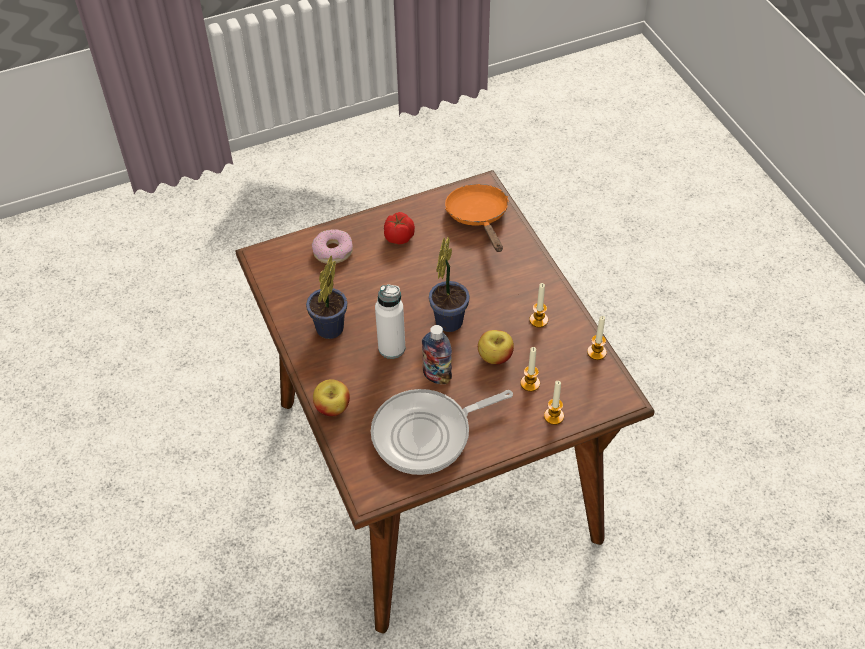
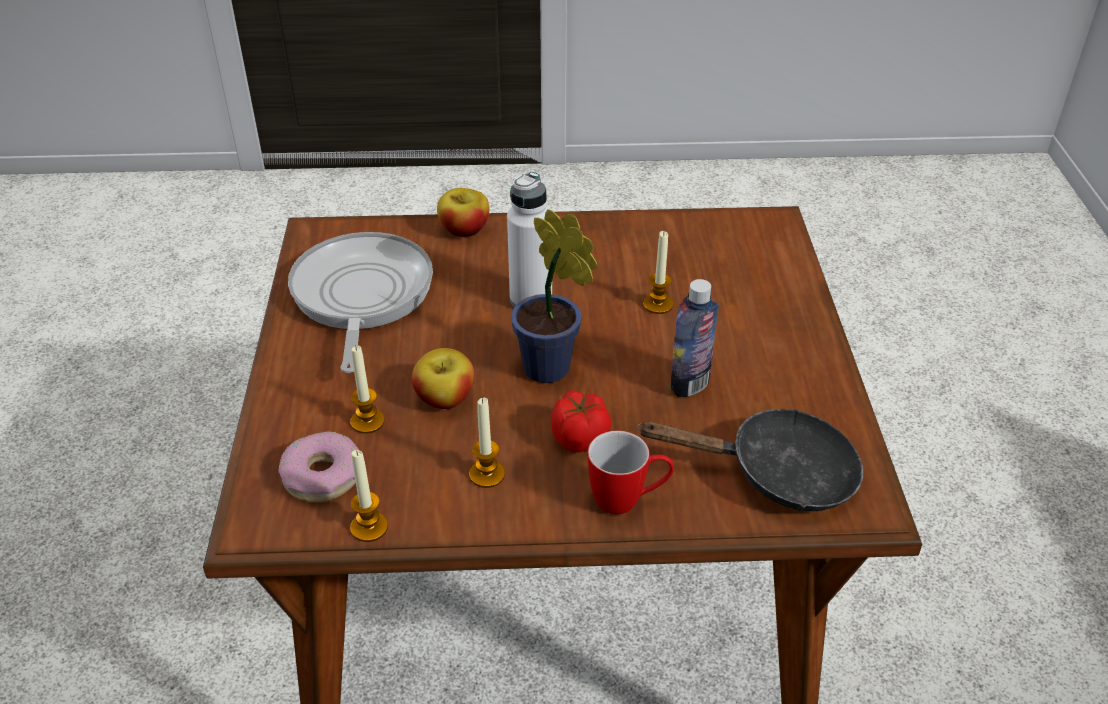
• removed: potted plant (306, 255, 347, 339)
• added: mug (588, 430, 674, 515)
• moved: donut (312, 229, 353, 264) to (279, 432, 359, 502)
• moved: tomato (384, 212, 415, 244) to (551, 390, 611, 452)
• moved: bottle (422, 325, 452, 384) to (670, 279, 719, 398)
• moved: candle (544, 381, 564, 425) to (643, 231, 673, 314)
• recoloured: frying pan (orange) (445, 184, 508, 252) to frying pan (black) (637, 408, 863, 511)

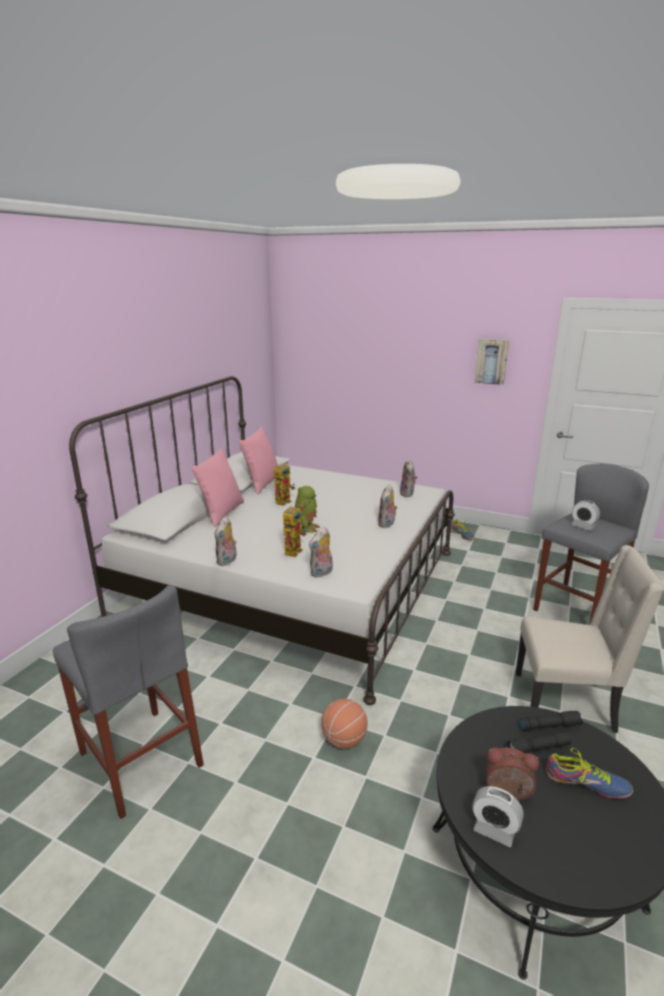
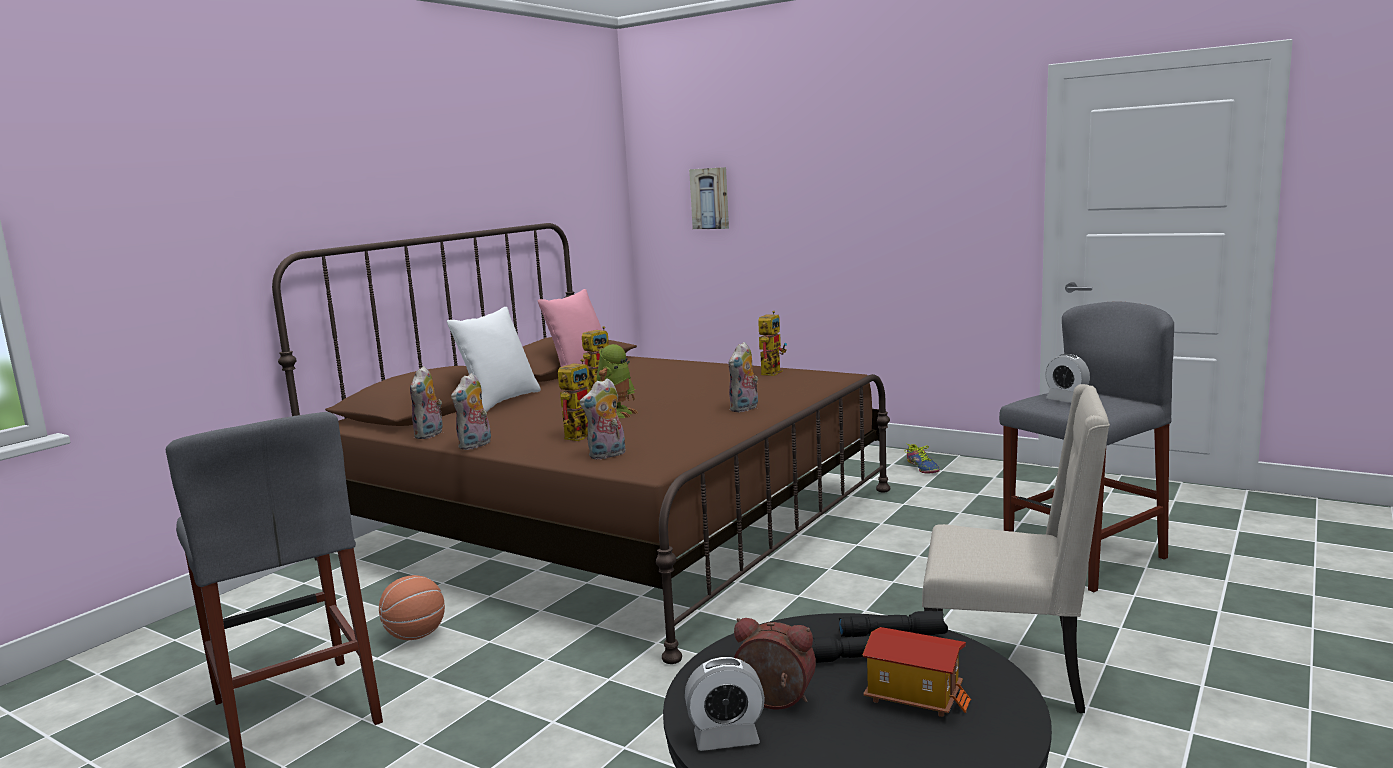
• added: toy robot (758, 311, 787, 376)
• moved: basketball (321, 699, 368, 749) to (379, 575, 445, 640)
• moved: plush toy (400, 458, 417, 497) to (410, 366, 443, 439)
• moved: picture (474, 339, 509, 385) to (689, 167, 729, 229)
• replaced: shoe (546, 748, 633, 799) to toy house (862, 627, 971, 717)
• recoloured: bed (white) (69, 376, 455, 705) to bed (brown) (272, 223, 890, 664)
• recoloured: pillow (pink) (191, 448, 244, 527) to pillow (white) (447, 307, 541, 412)
• turned: alarm clock (472, 786, 524, 847) = (685, 657, 765, 751) 45 degrees counterclockwise

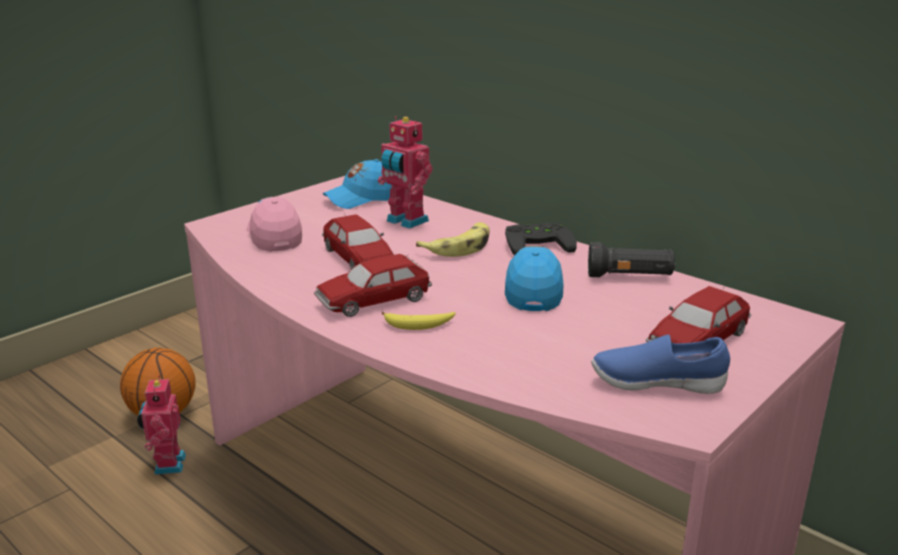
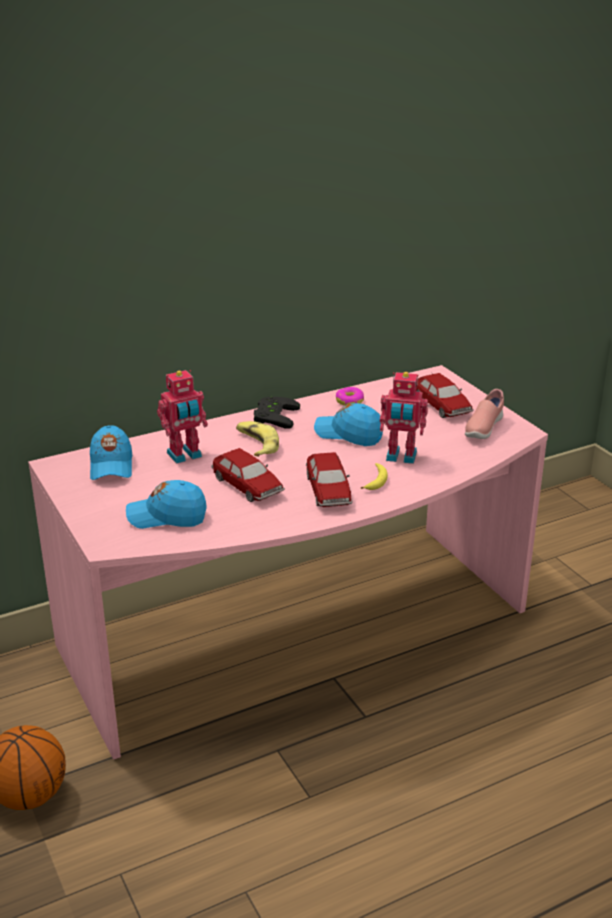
• moved: toy robot (137, 376, 186, 475) to (380, 372, 428, 464)
• replaced: flashlight (black) (588, 242, 675, 277) to donut (336, 387, 364, 406)
• recoloured: cap (pink) (247, 197, 302, 252) to cap (blue) (126, 480, 207, 529)
• recoloured: shoe (blue) (591, 334, 730, 394) to shoe (pink) (465, 389, 504, 439)
• turned: toy car (322, 213, 394, 270) = (211, 448, 285, 502) 60 degrees clockwise

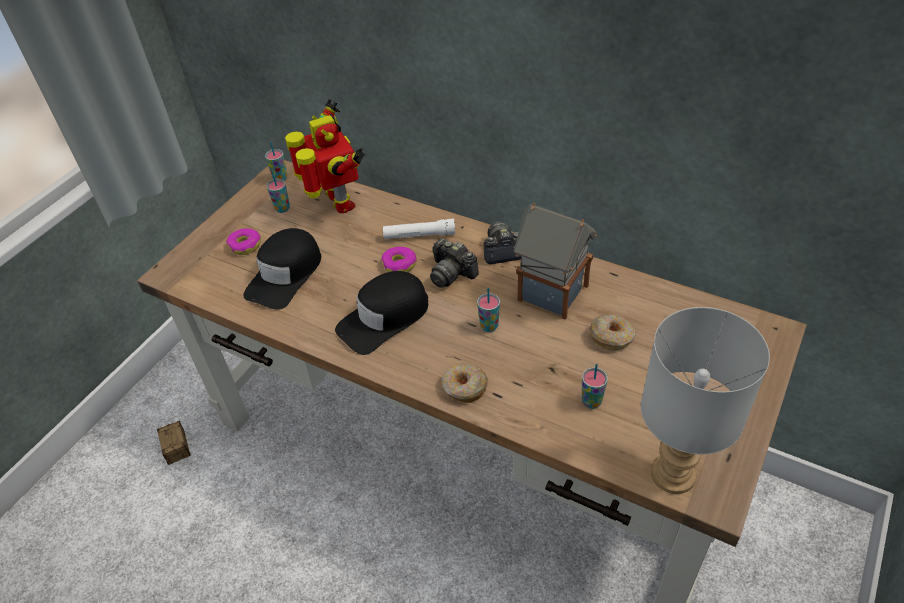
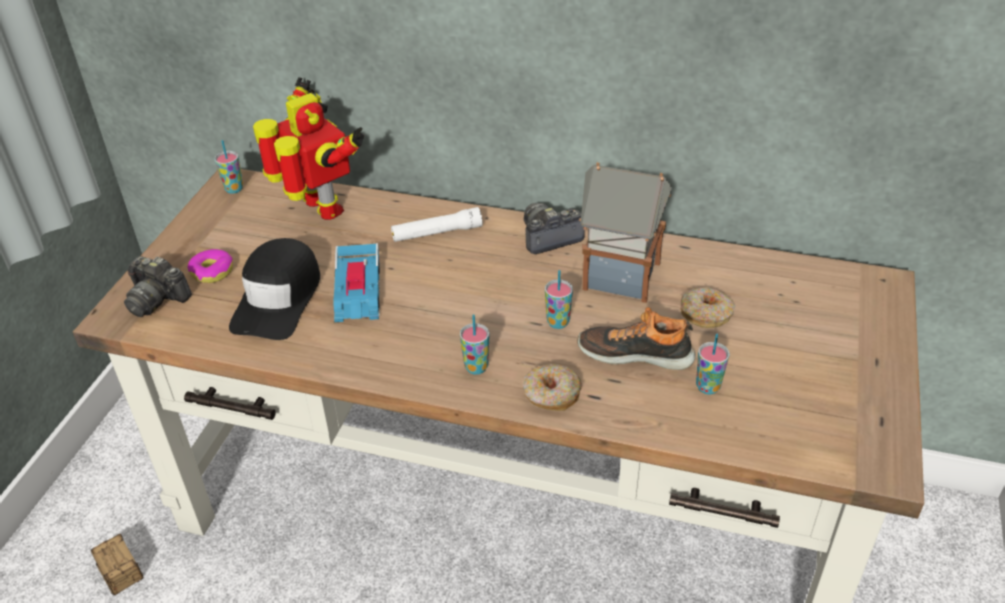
• removed: cap (black) (335, 271, 428, 355)
• removed: donut (381, 247, 417, 272)
• removed: table lamp (grey) (641, 307, 770, 494)
• added: toy car (333, 243, 380, 322)
• added: shoe (577, 307, 696, 370)
• moved: cup (267, 172, 290, 213) to (460, 315, 490, 375)
• moved: photo camera (430, 238, 479, 288) to (124, 256, 192, 317)

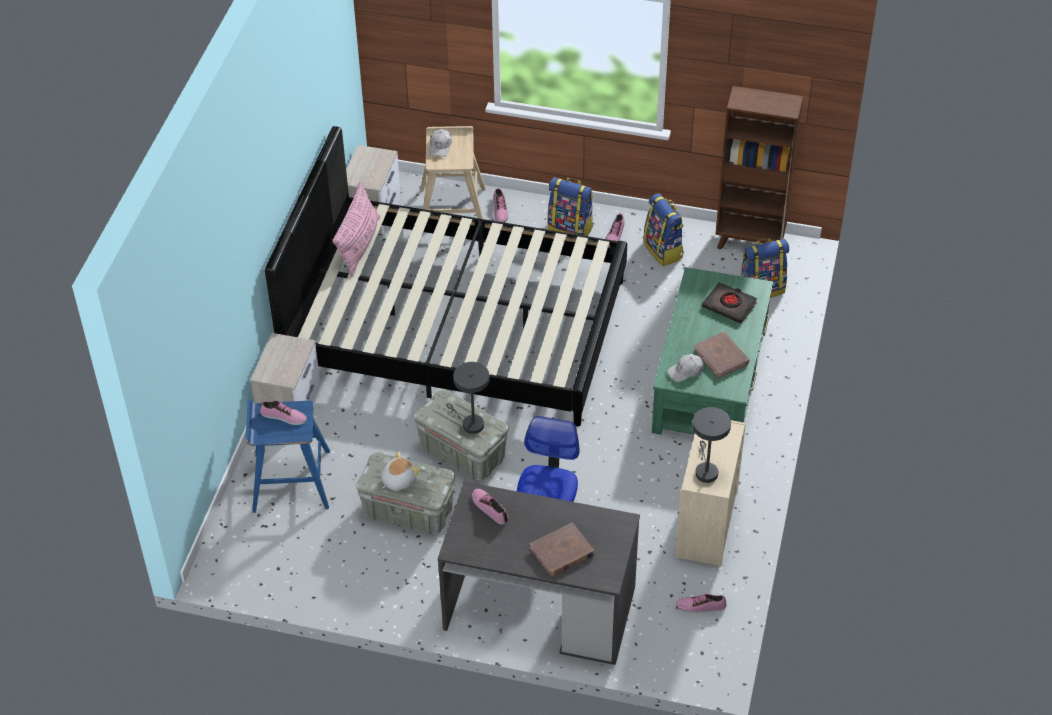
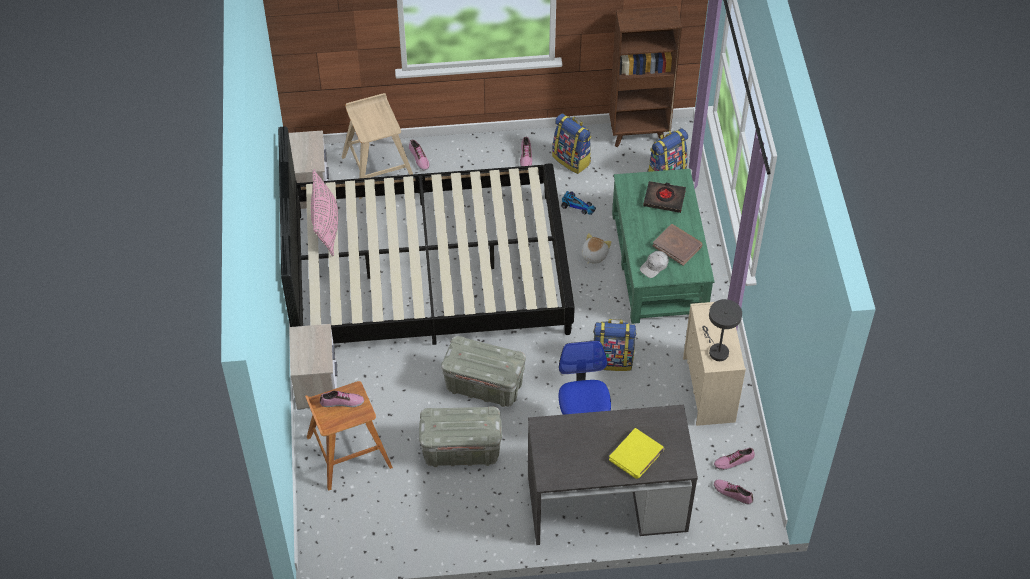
• removed: cap (white) (429, 129, 452, 157)
• removed: table lamp (grey) (446, 362, 489, 434)
• added: toy car (561, 191, 596, 215)
• moved: plush toy (381, 452, 420, 491) to (582, 233, 611, 264)
• moved: shoe (472, 489, 509, 525) to (714, 480, 753, 505)
• moved: backpack (548, 177, 593, 236) to (593, 319, 636, 371)
• recoloured: stool (blue) (245, 400, 330, 513) to stool (brown) (305, 381, 393, 491)
• recoloured: book (brown) (530, 522, 595, 576) to book (yellow) (609, 428, 664, 479)

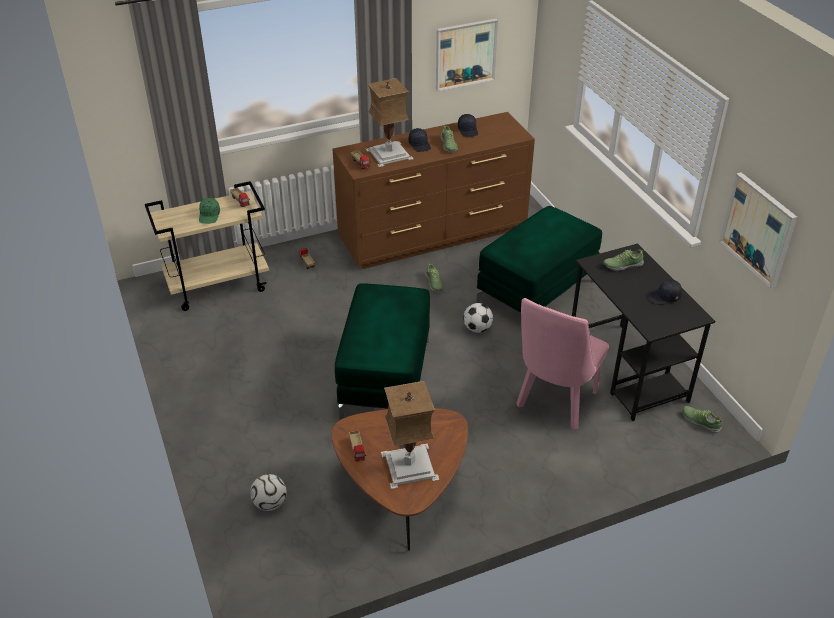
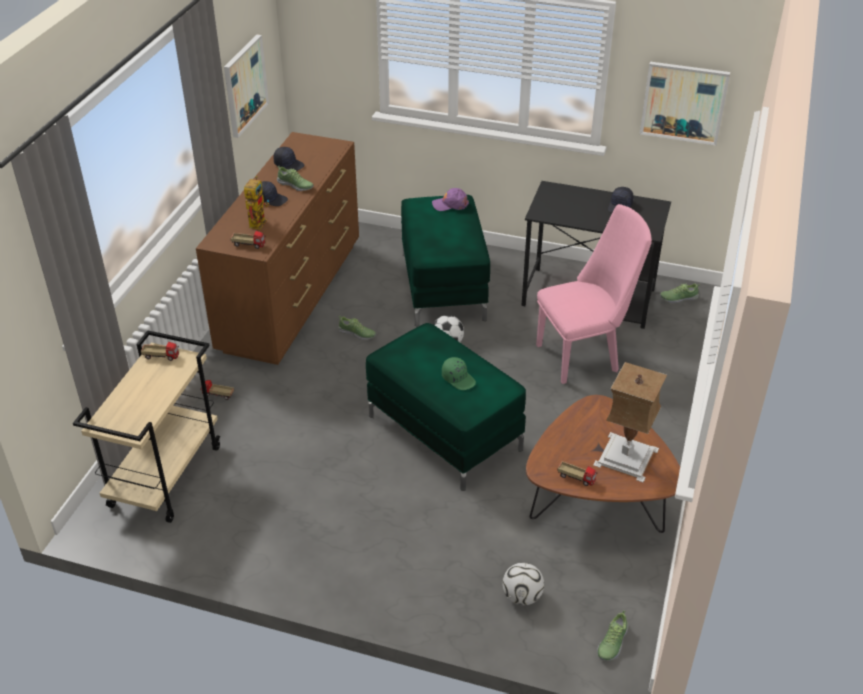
• added: cap (purple) (432, 188, 469, 211)
• moved: cap (green) (199, 198, 220, 224) to (442, 357, 476, 390)
• moved: shoe (603, 249, 644, 271) to (597, 610, 629, 661)
• replaced: table lamp (366, 78, 414, 167) to toy robot (244, 176, 269, 230)
• turned: chair (pink) (516, 298, 609, 429) = (536, 204, 652, 384) 90 degrees counterclockwise

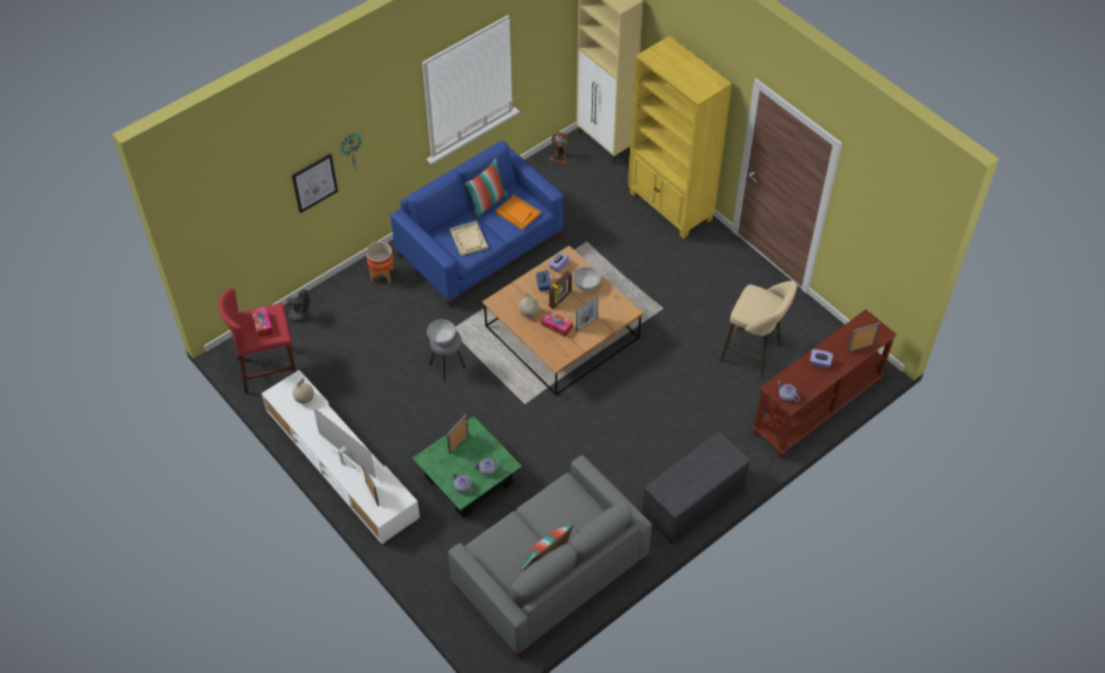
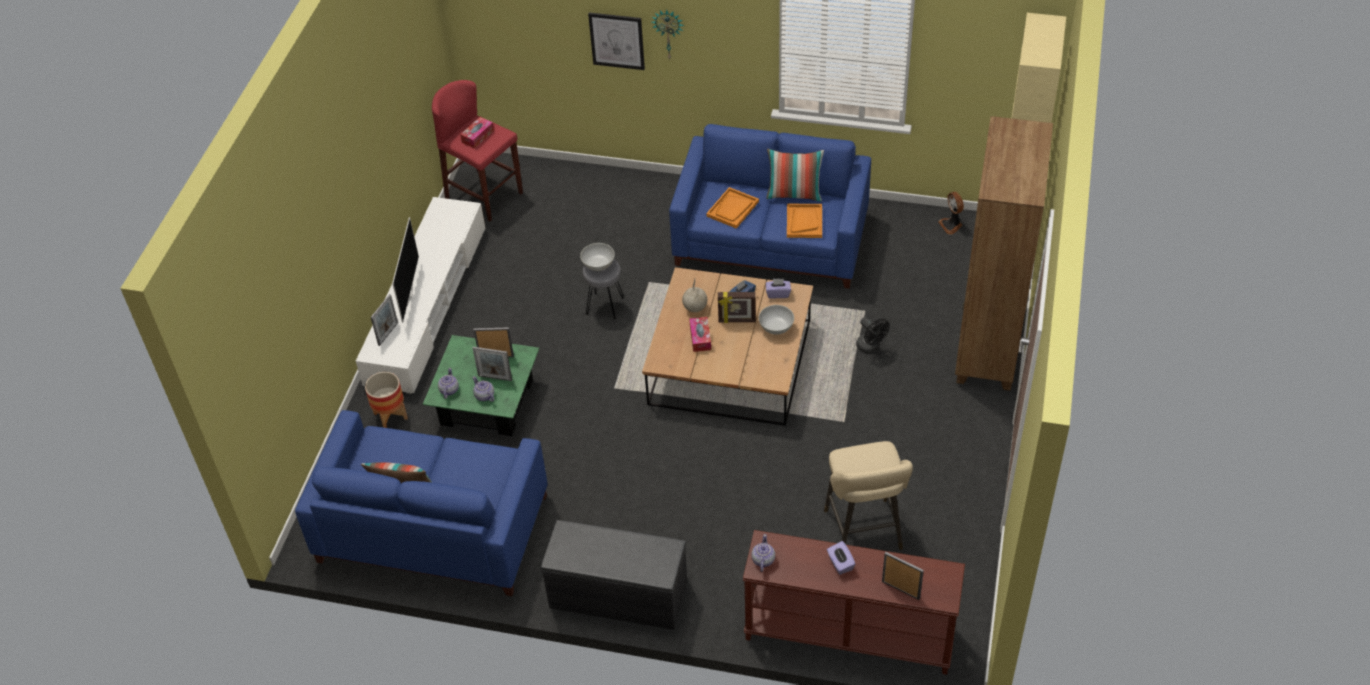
• removed: globe (293, 378, 314, 404)
• moved: fan (black) (287, 289, 310, 323) to (856, 317, 890, 353)
• moved: planter (366, 242, 394, 283) to (365, 372, 408, 428)
• moved: picture frame (576, 296, 599, 332) to (472, 347, 512, 381)
• recoloured: sofa (grey) (448, 455, 652, 658) to sofa (blue) (295, 410, 548, 596)
• recoloured: tray (beige) (450, 221, 488, 256) to tray (orange) (706, 187, 759, 229)
• recoloured: bookcase (yellow) (628, 36, 732, 239) to bookcase (brown) (955, 116, 1053, 391)

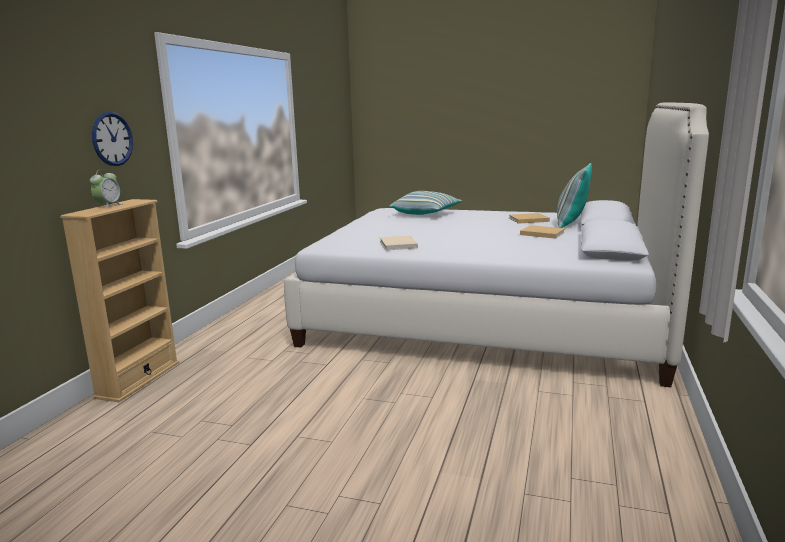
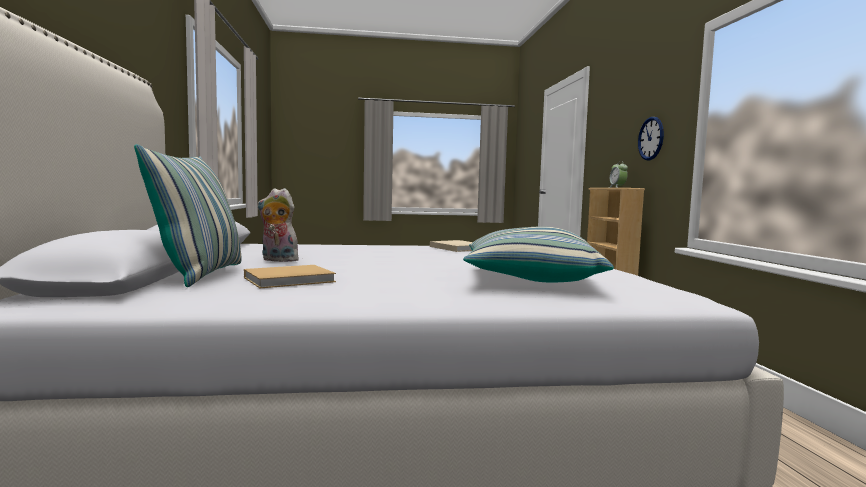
• replaced: book (beige) (520, 225, 565, 239) to plush toy (257, 188, 299, 262)

